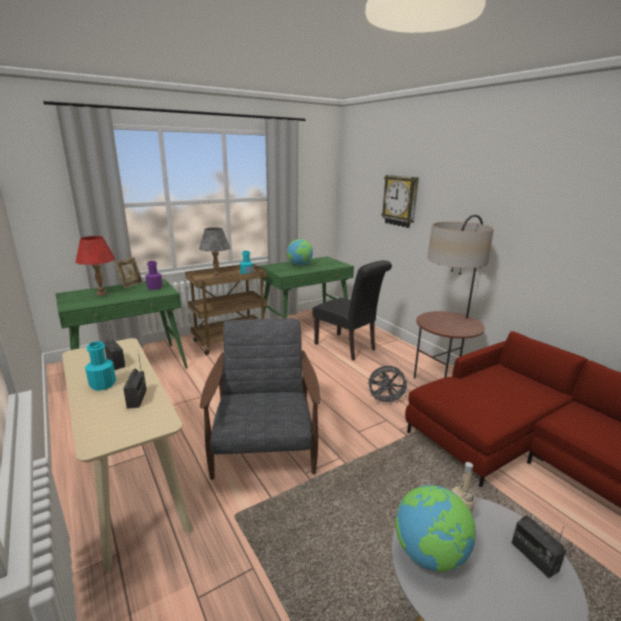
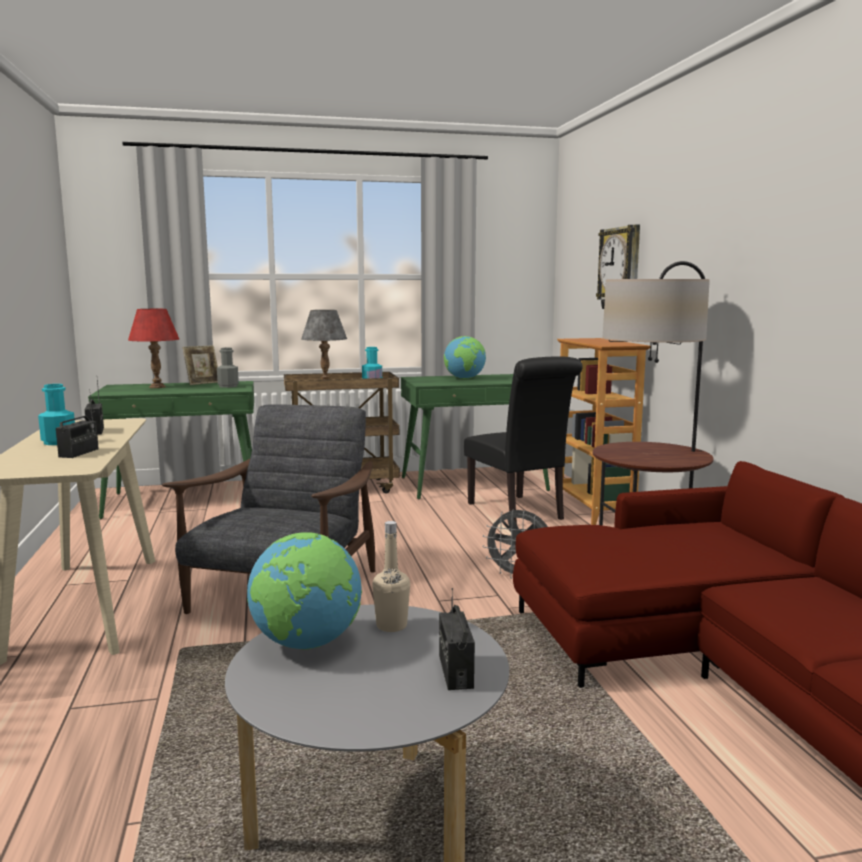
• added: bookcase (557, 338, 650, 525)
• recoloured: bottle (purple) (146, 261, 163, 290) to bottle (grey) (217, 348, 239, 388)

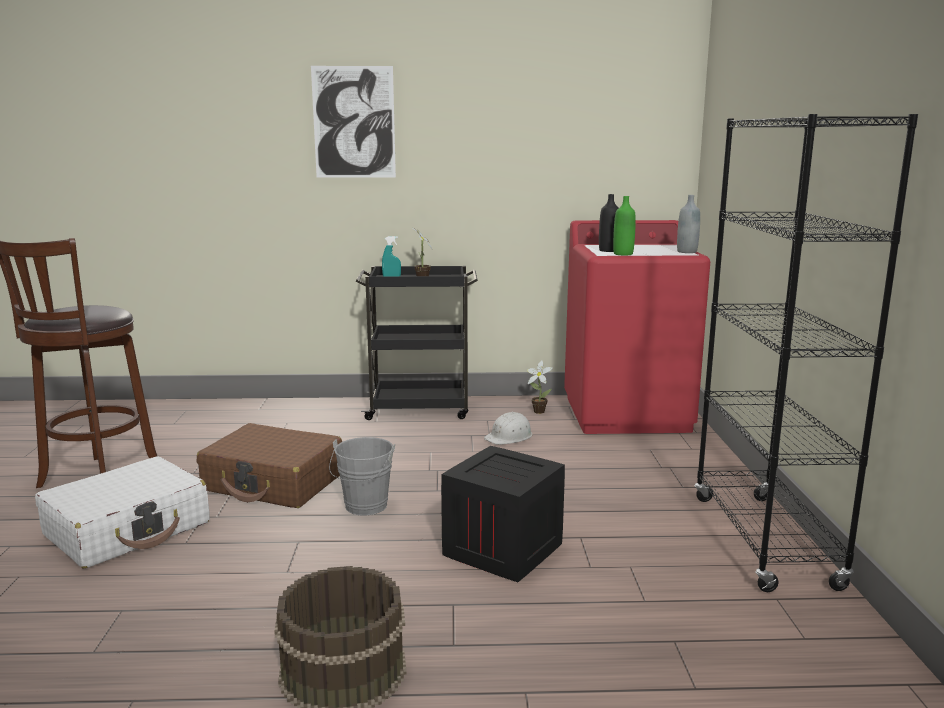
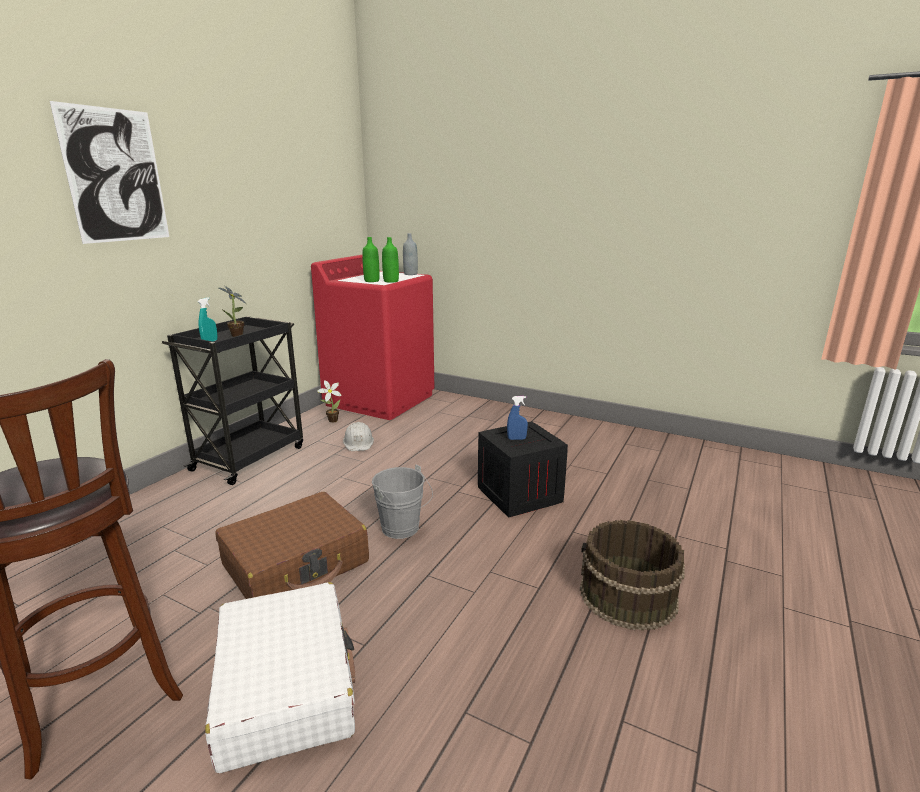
• removed: bookcase (black) (694, 114, 918, 592)
• added: spray bottle (blue) (507, 396, 528, 440)
• recoloured: bottle (black) (599, 194, 619, 252) to bottle (green) (362, 237, 379, 282)

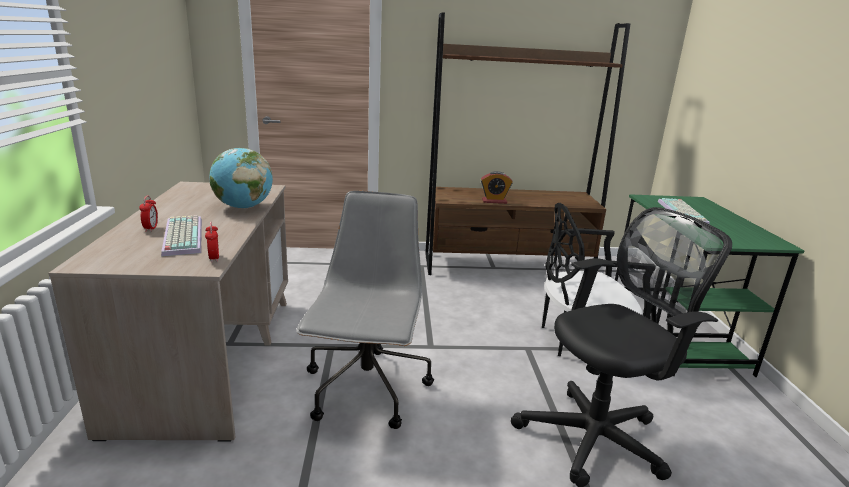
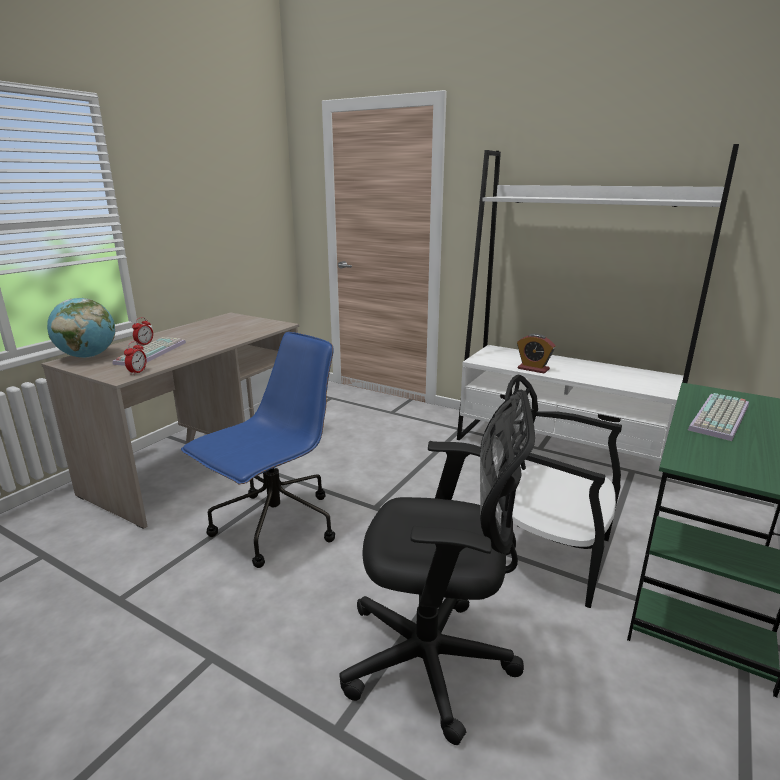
• moved: globe (210, 148, 273, 209) to (47, 298, 115, 358)
• recoloured: office chair (grey) (296, 191, 434, 429) to office chair (blue) (181, 332, 335, 568)
• recoloured: bookcase (brown) (425, 12, 631, 275) to bookcase (white) (457, 144, 739, 484)

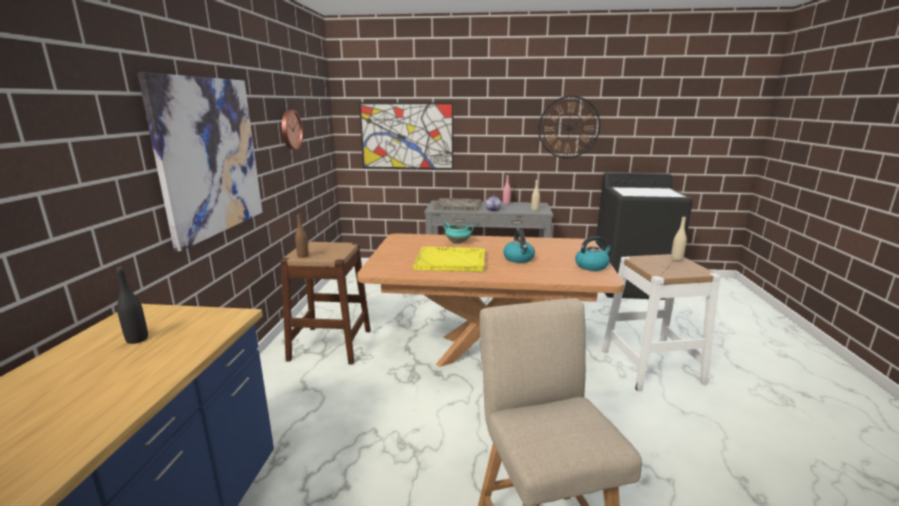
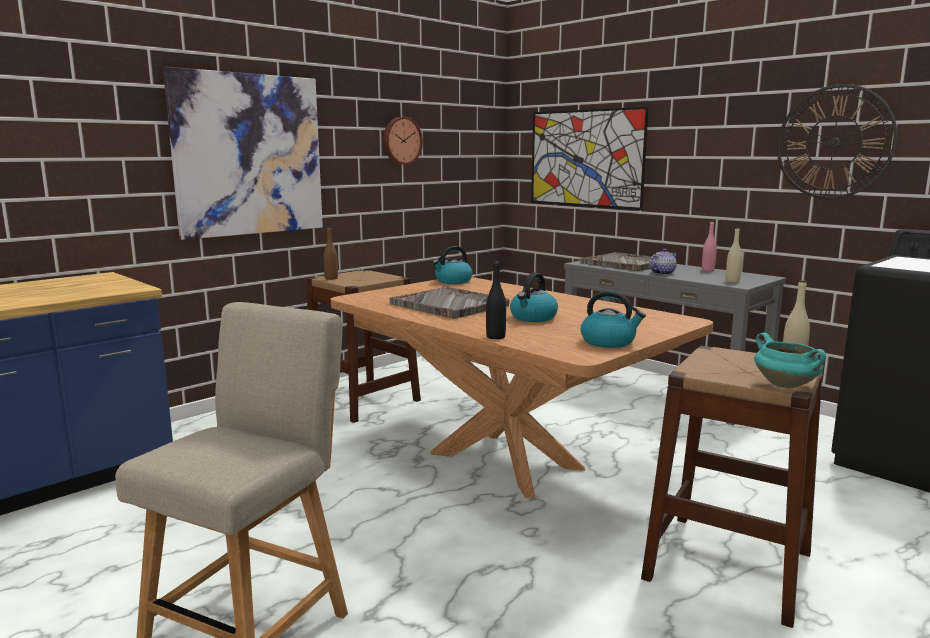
• added: kettle (432, 246, 473, 284)
• moved: bottle (black) (116, 267, 148, 344) to (486, 261, 506, 339)
• moved: cooking pot (turquoise) (443, 222, 474, 244) to (754, 333, 826, 388)
• recoloured: tray (yellow) (413, 247, 485, 272) to tray (grey) (389, 287, 509, 319)
• recoloured: stool (white) (602, 254, 721, 392) to stool (brown) (641, 346, 824, 628)

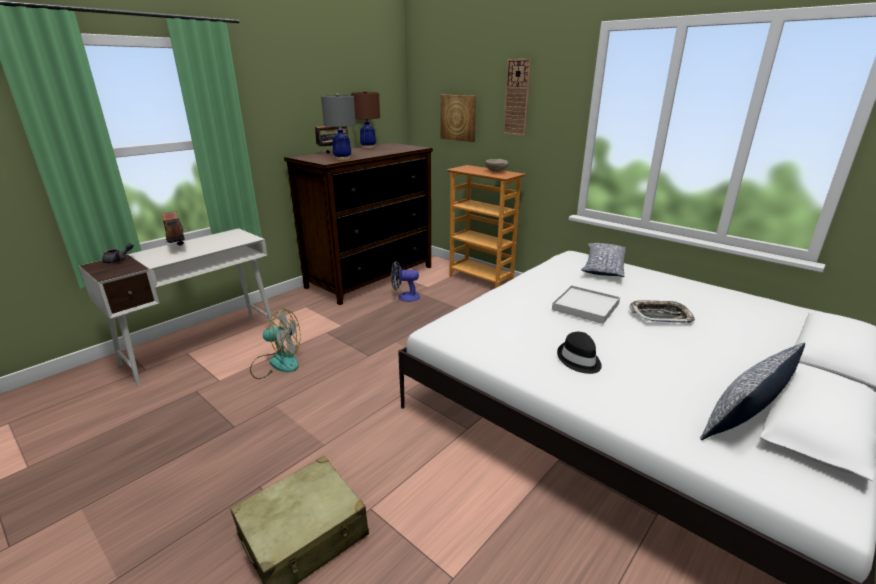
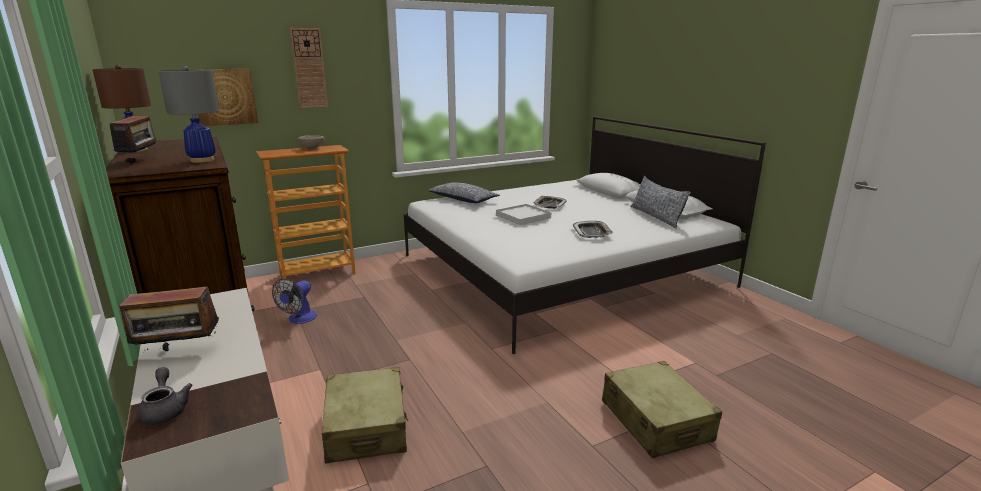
• replaced: fan (250, 308, 301, 379) to suitcase (beige) (322, 367, 409, 464)
• replaced: hat (black) (557, 332, 602, 374) to tray (573, 221, 613, 238)

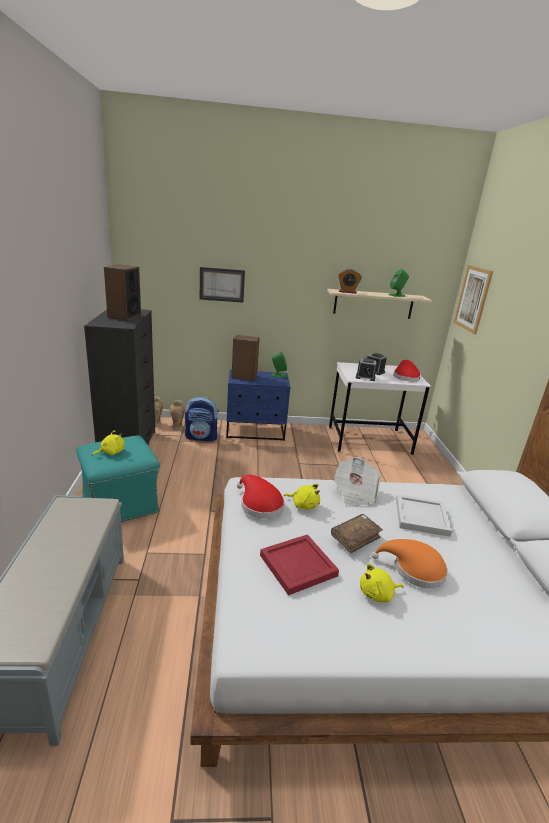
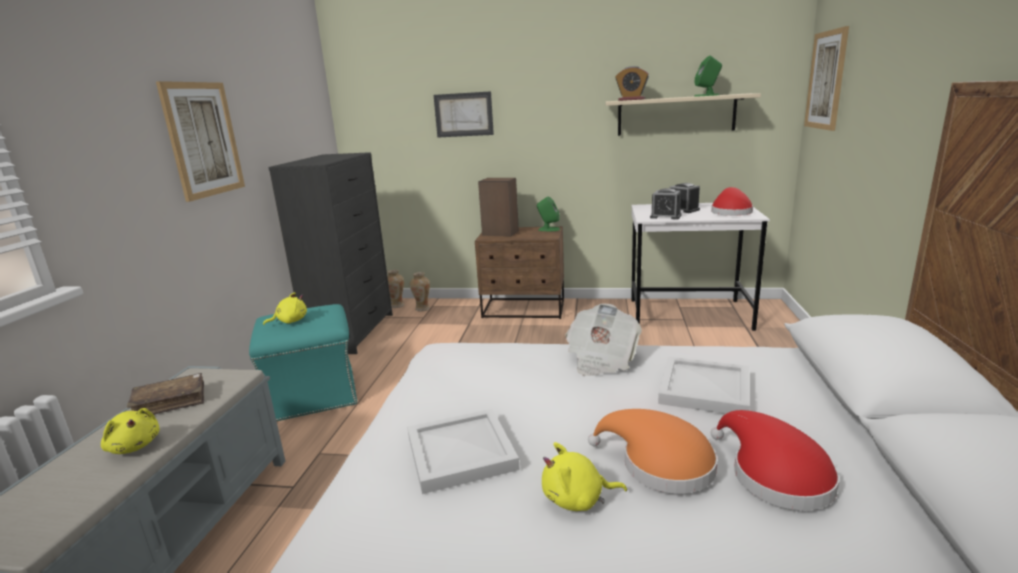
• removed: speaker (104, 265, 141, 321)
• removed: backpack (185, 397, 219, 442)
• added: picture (156, 81, 245, 202)
• moved: hat (red) (237, 475, 284, 519) to (711, 410, 840, 510)
• moved: plush toy (yellow) (284, 484, 320, 509) to (101, 408, 159, 454)
• moved: book (brown) (331, 514, 383, 553) to (127, 373, 204, 415)
• recoloured: nightstand (blue) (226, 370, 290, 441) to nightstand (brown) (475, 226, 564, 319)
• recoloured: tray (red) (260, 534, 339, 595) to tray (white) (407, 409, 520, 494)

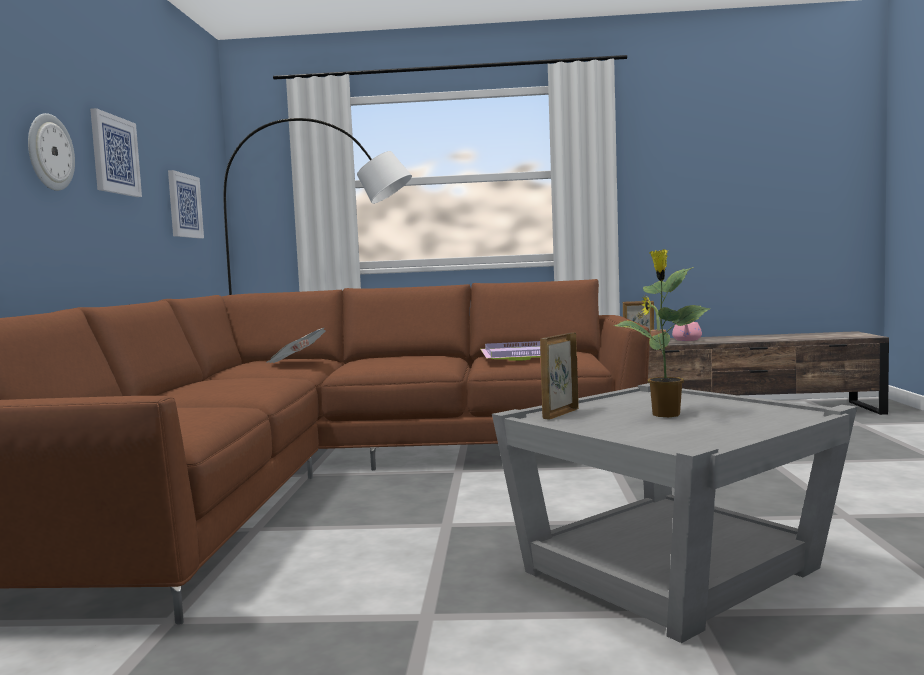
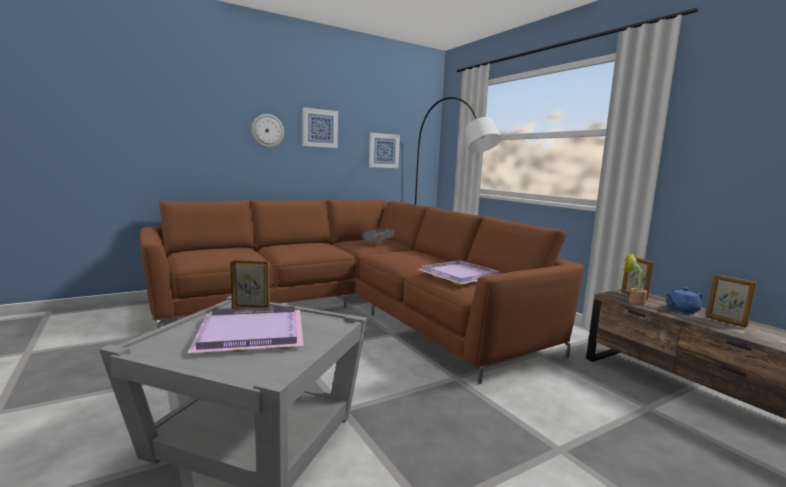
• added: picture frame (706, 274, 757, 328)
• replaced: potted plant (613, 249, 711, 417) to tray (purple) (187, 306, 304, 353)
• recoloured: teapot (pink) (672, 322, 702, 341) to teapot (blue) (665, 287, 702, 313)

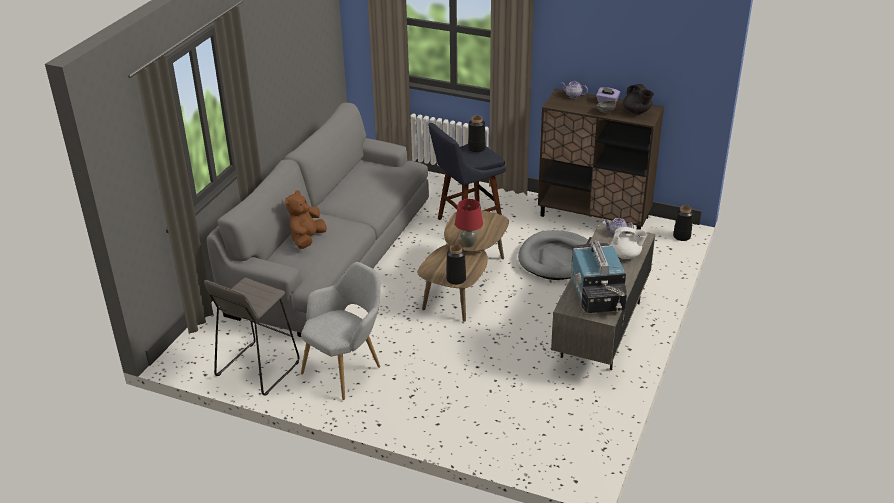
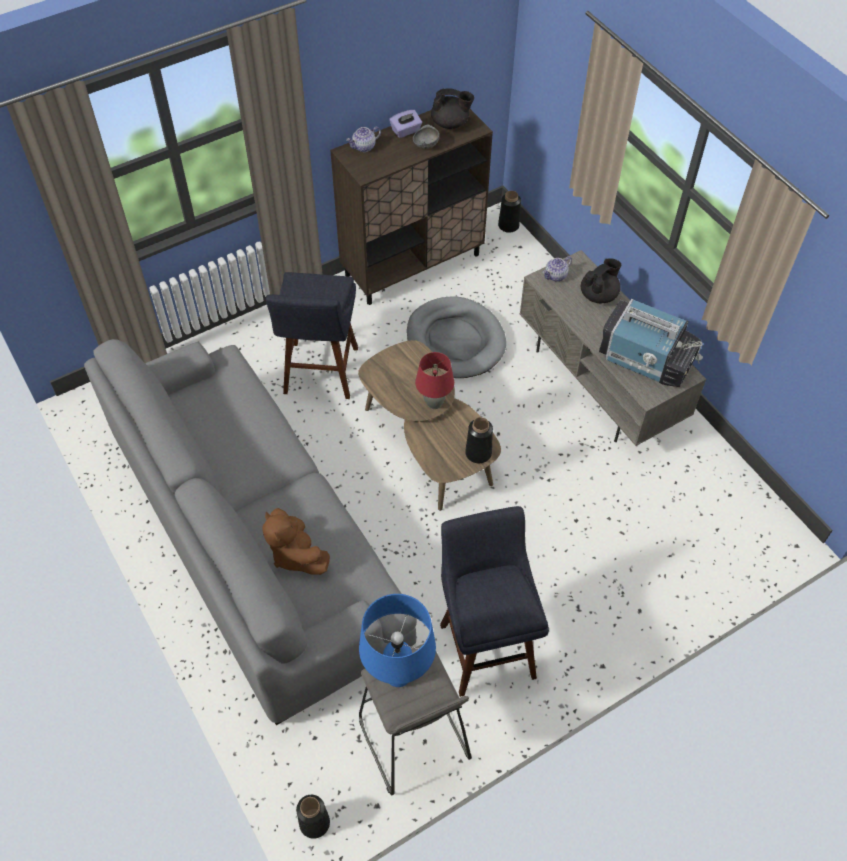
• added: table lamp (blue) (359, 594, 436, 687)
• moved: vase (black) (468, 115, 486, 153) to (296, 795, 330, 839)
• replaced: armchair (grey) (301, 262, 380, 400) to stool (blue) (440, 506, 549, 697)
• recoloured: teapot (white) (610, 227, 647, 259) to teapot (black) (581, 258, 621, 303)

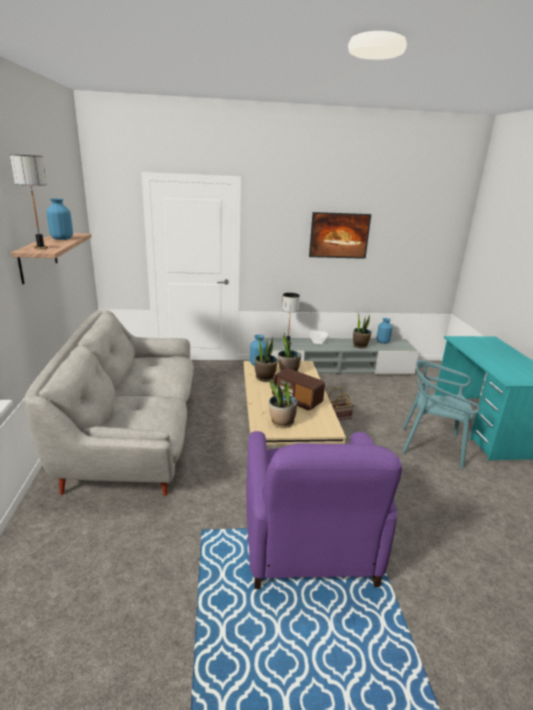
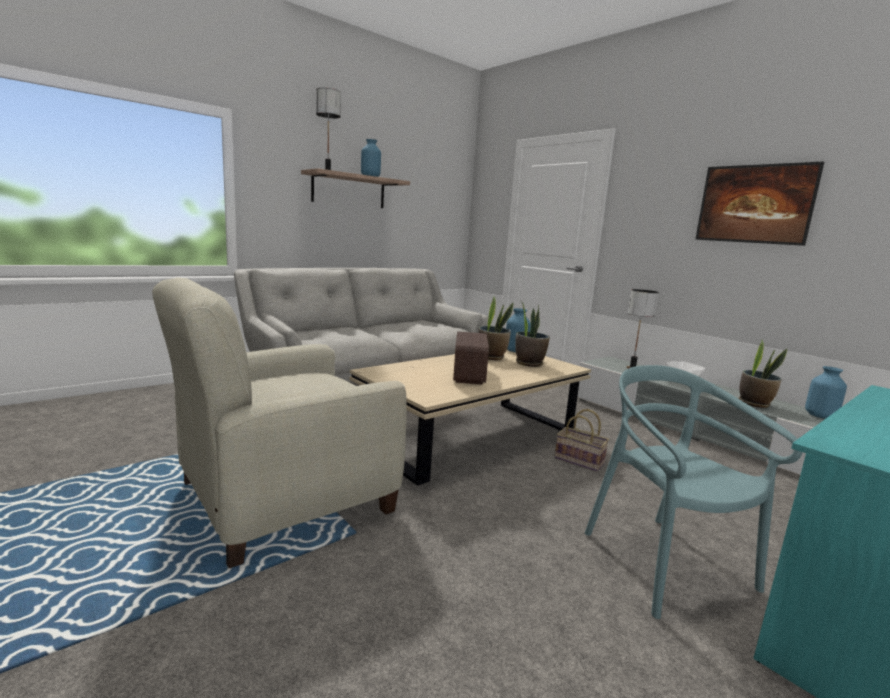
• removed: potted plant (269, 379, 297, 428)
• recoloured: armchair (purple) (246, 431, 402, 589) to armchair (beige) (152, 277, 407, 568)

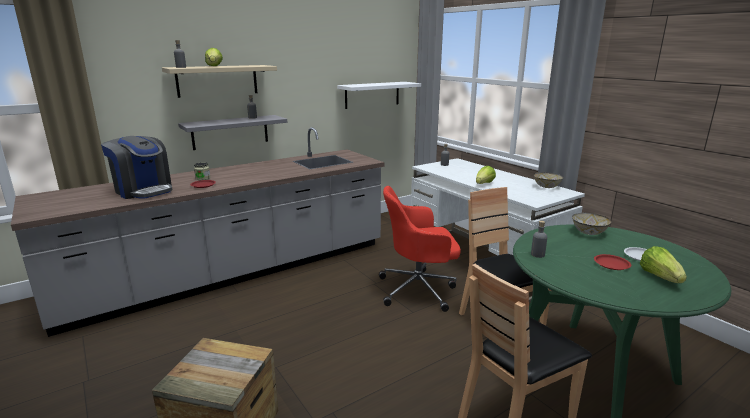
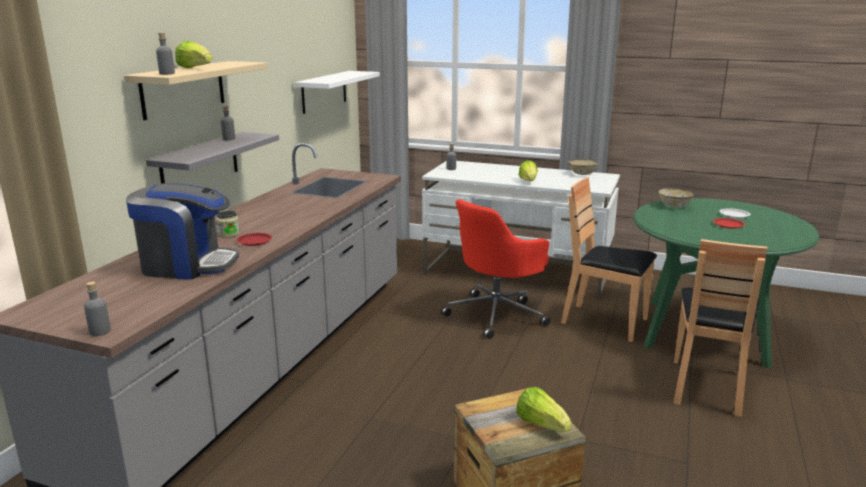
• moved: bottle (grey) (531, 221, 547, 258) to (84, 282, 111, 336)
• moved: lettuce (640, 246, 687, 283) to (516, 387, 572, 432)

